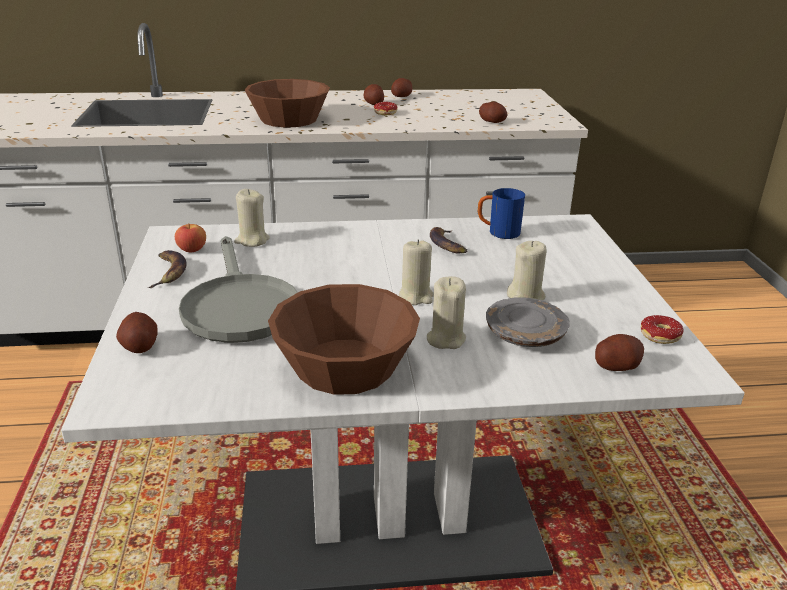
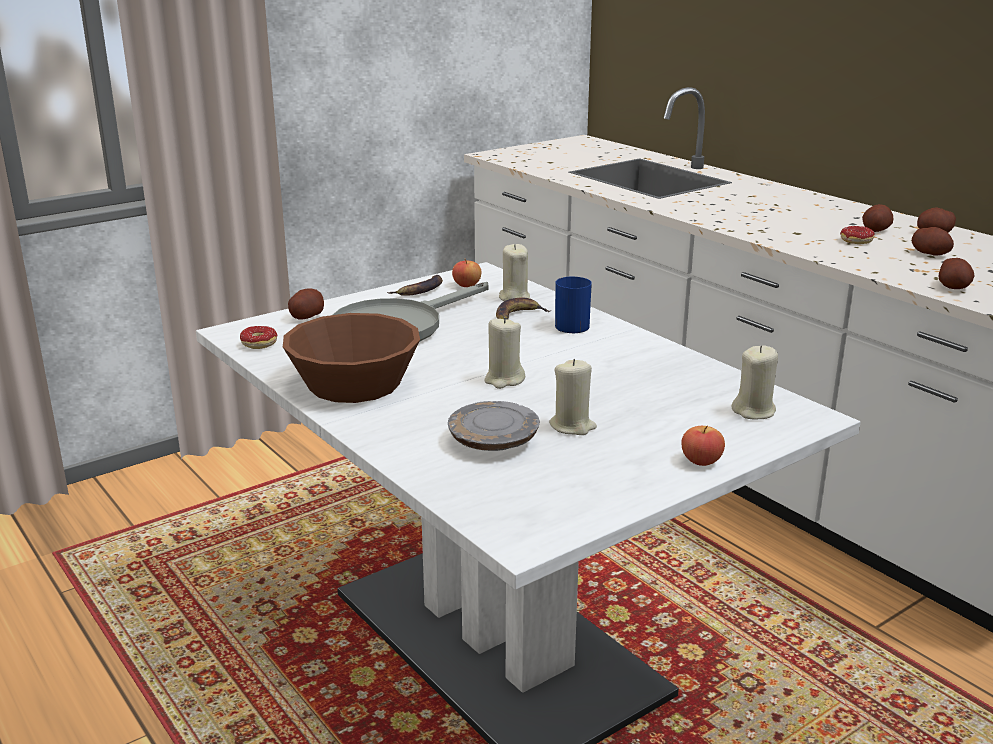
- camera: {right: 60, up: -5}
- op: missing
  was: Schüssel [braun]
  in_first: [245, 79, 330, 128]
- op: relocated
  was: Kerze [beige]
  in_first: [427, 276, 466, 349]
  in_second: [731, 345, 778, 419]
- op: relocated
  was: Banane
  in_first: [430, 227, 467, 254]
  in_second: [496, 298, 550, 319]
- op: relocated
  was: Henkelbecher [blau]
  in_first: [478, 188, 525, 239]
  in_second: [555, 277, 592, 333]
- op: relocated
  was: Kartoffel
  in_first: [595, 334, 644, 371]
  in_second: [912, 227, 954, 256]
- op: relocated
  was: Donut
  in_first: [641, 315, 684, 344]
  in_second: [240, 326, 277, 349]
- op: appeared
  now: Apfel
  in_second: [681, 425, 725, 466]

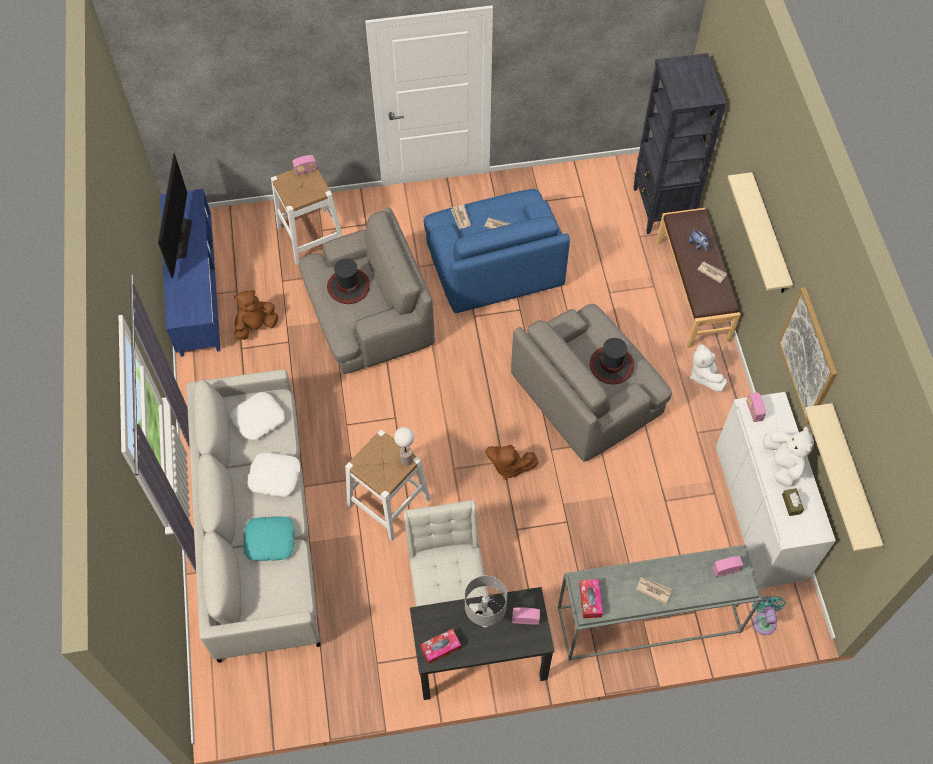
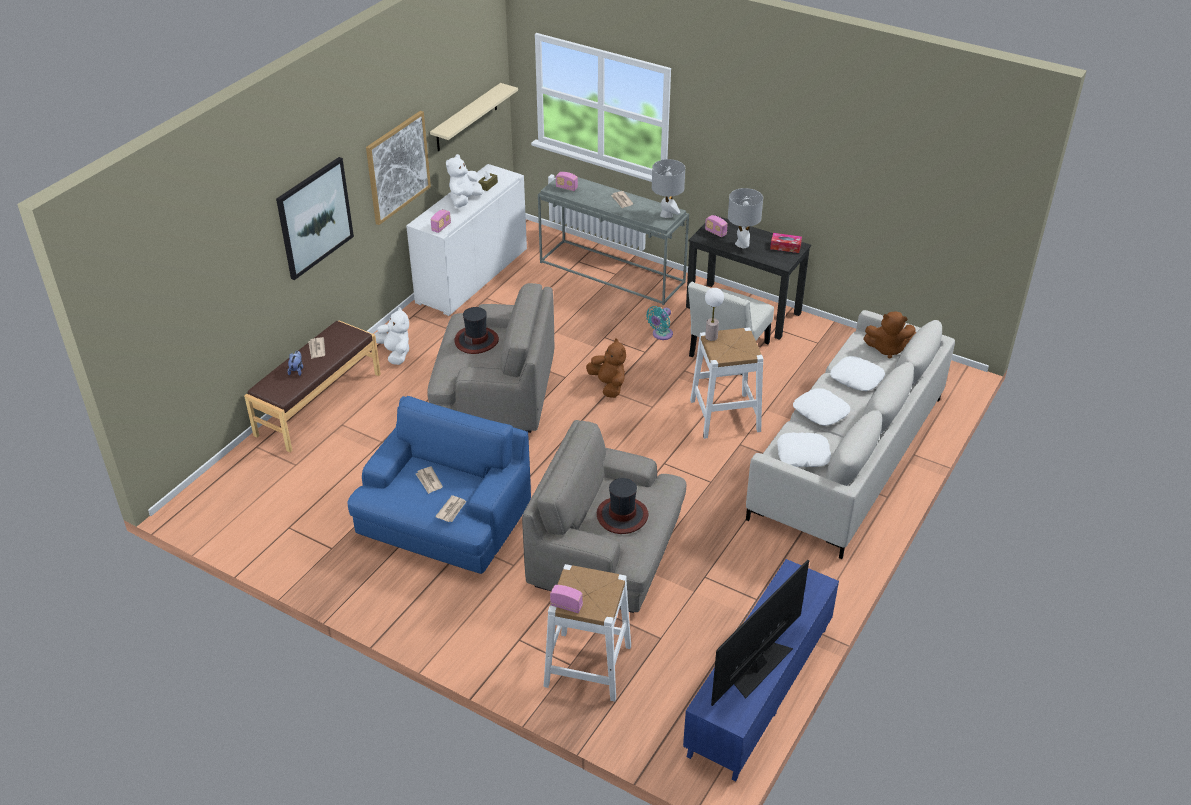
- camera: {right: -140, up: -20}
- op: relocated
  was: Plüschtier [braun]
  in_first: [234, 289, 278, 340]
  in_second: [863, 312, 916, 359]
- op: colour
  was: Kissen [türkis]
  now: Kissen [weiß]
  in_first: [243, 516, 295, 561]
  in_second: [830, 356, 885, 391]
- op: exchanged
  was: Taschentuchbox
  now: Tischlampe [grau]
  in_first: [579, 579, 603, 618]
  in_second: [652, 159, 685, 218]
- op: missing
  was: Bücherregal [schwarz]
  in_first: [634, 53, 726, 234]
- op: spun
  was: Plüschtier [weiß]
  in_first: [690, 344, 727, 392]
  in_second: [374, 307, 409, 365]
  clockwise: -60
- op: exchanged
  was: Wandregal [beige]
  now: Bild
  in_first: [728, 172, 793, 293]
  in_second: [276, 157, 354, 280]
- op: relocated
  was: Ventilator [türkis]
  in_first: [752, 596, 785, 635]
  in_second: [646, 306, 673, 340]

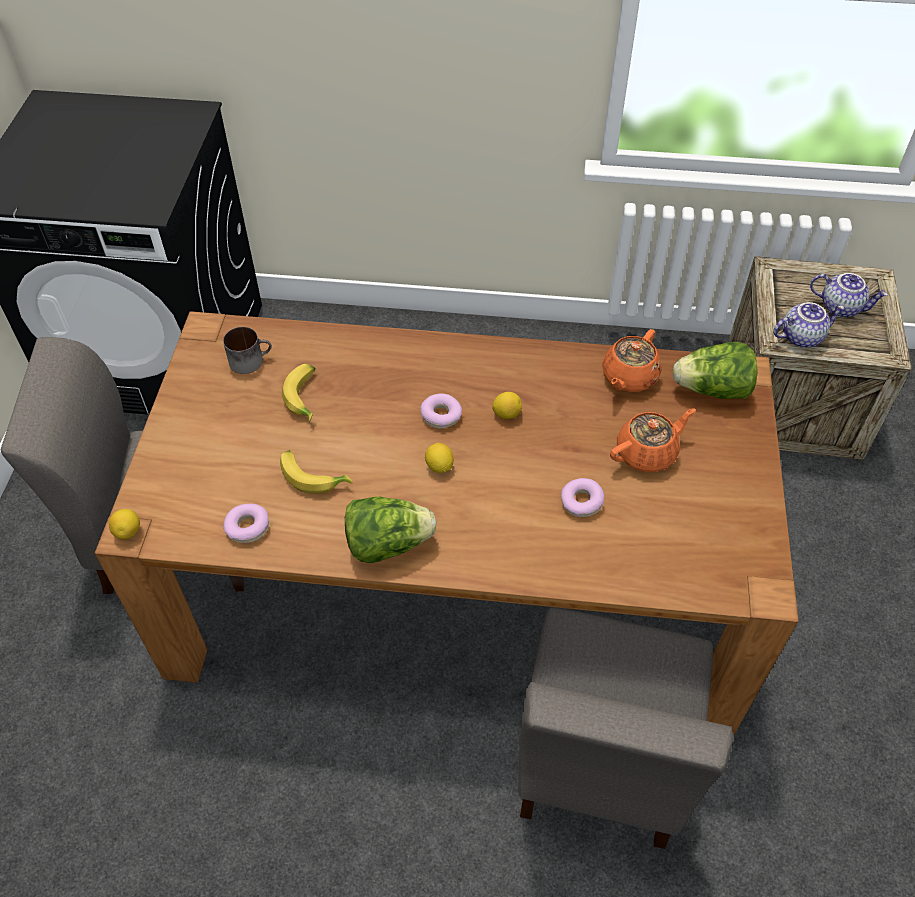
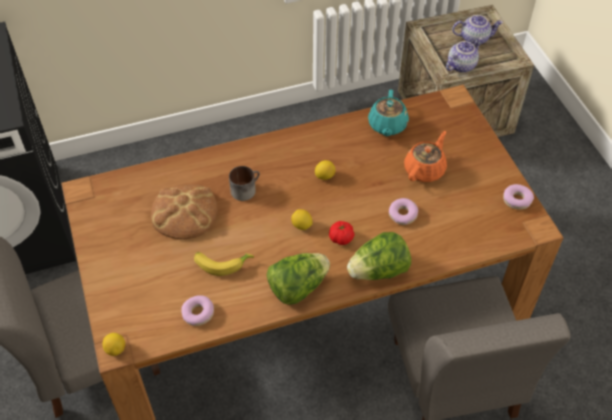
- camera: {right: -25, up: 0}
- op: relocated
  was: Henkelbecher
  in_first: [223, 327, 272, 374]
  in_second: [229, 166, 260, 201]
- op: exchanged
  was: Banane
  now: Brot
  in_first: [282, 364, 316, 422]
  in_second: [151, 184, 217, 239]
- op: relocated
  was: Donut
  in_first: [420, 394, 462, 429]
  in_second: [503, 184, 534, 210]
- op: colour
  was: Teekanne [orange]
  now: Teekanne [türkis]
  in_first: [602, 329, 662, 392]
  in_second: [368, 90, 409, 136]
- op: relocated
  was: Salatkopf
  in_first: [673, 342, 757, 399]
  in_second: [347, 232, 411, 280]
- op: appeared
  now: Tomate
  in_second: [329, 221, 355, 245]

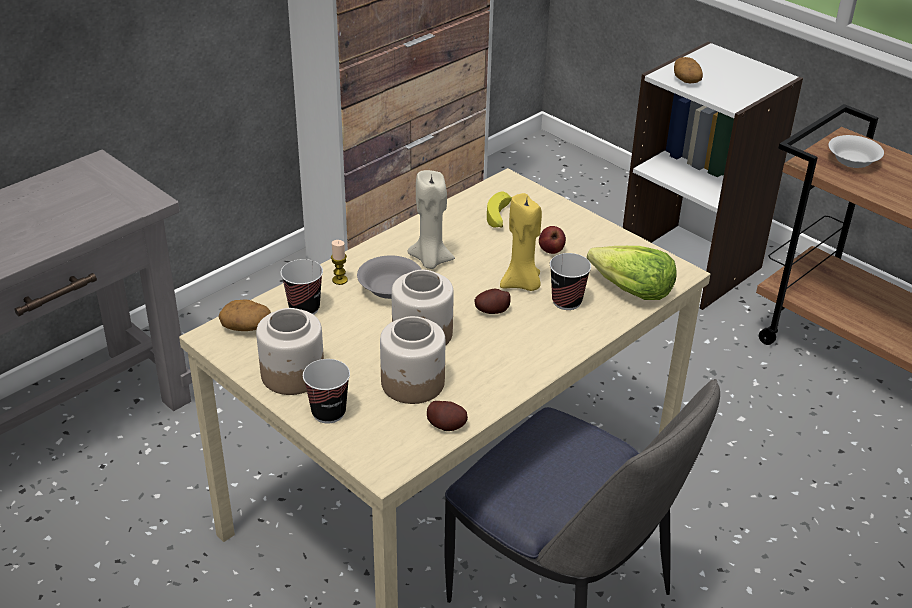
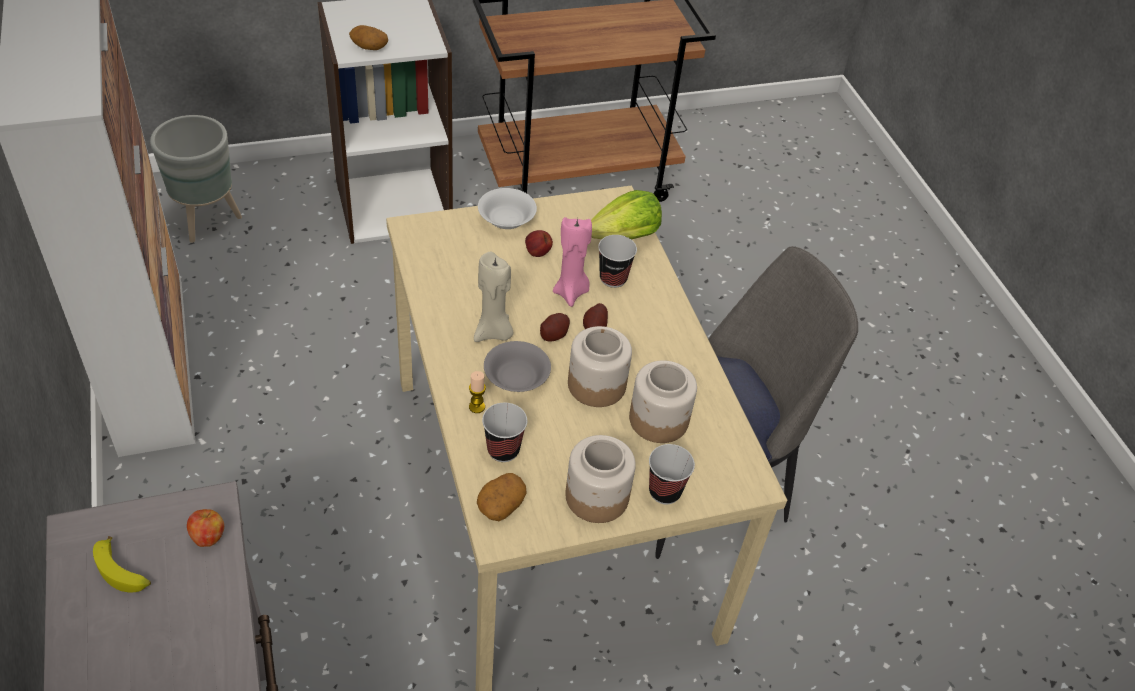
- camera: {right: -65, up: 10}
- op: relocated
  was: Kartoffel
  in_first: [427, 401, 468, 431]
  in_second: [540, 313, 570, 342]
- op: relocated
  was: Banane
  in_first: [487, 192, 512, 228]
  in_second: [93, 536, 151, 592]
- op: colour
  was: Kerze [gelb]
  now: Kerze [rosa]
  in_first: [500, 193, 542, 291]
  in_second: [553, 217, 592, 307]
- op: relocated
  was: Schüssel [weiß]
  in_first: [828, 135, 884, 168]
  in_second: [478, 188, 537, 229]
- op: appeared
  now: Pflanzkübel [grau]
  in_second: [150, 115, 242, 243]
- op: appeared
  now: Apfel
  in_second: [187, 509, 224, 547]

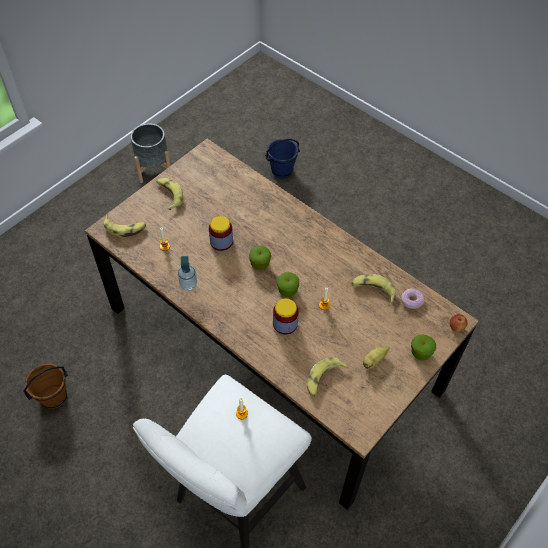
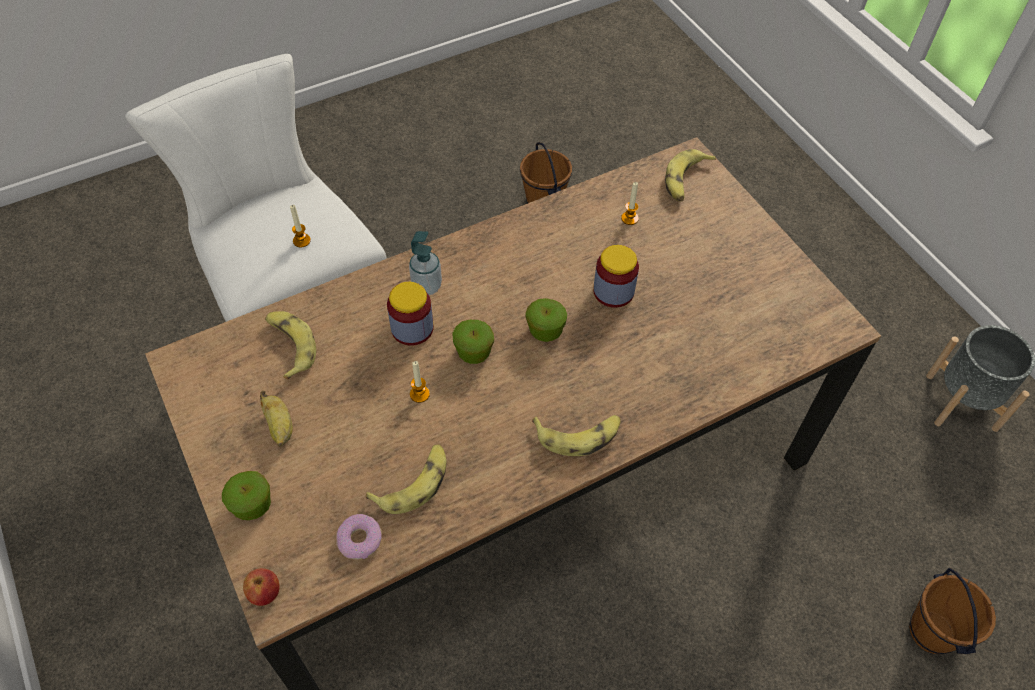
- camera: {right: 110, up: 0}
- op: relocated
  was: Banane
  in_first: [156, 178, 183, 210]
  in_second: [532, 415, 621, 456]
- op: relocated
  was: Seifenspender
  in_first: [178, 256, 197, 291]
  in_second: [409, 231, 442, 295]
- op: colour
  was: Eimer [blau]
  now: Eimer [braun]
  in_first: [265, 139, 300, 178]
  in_second: [909, 568, 996, 654]

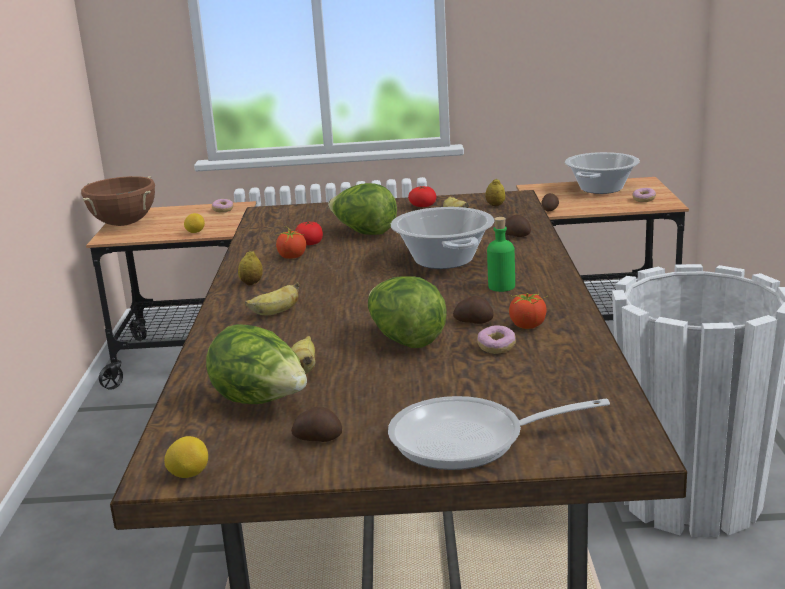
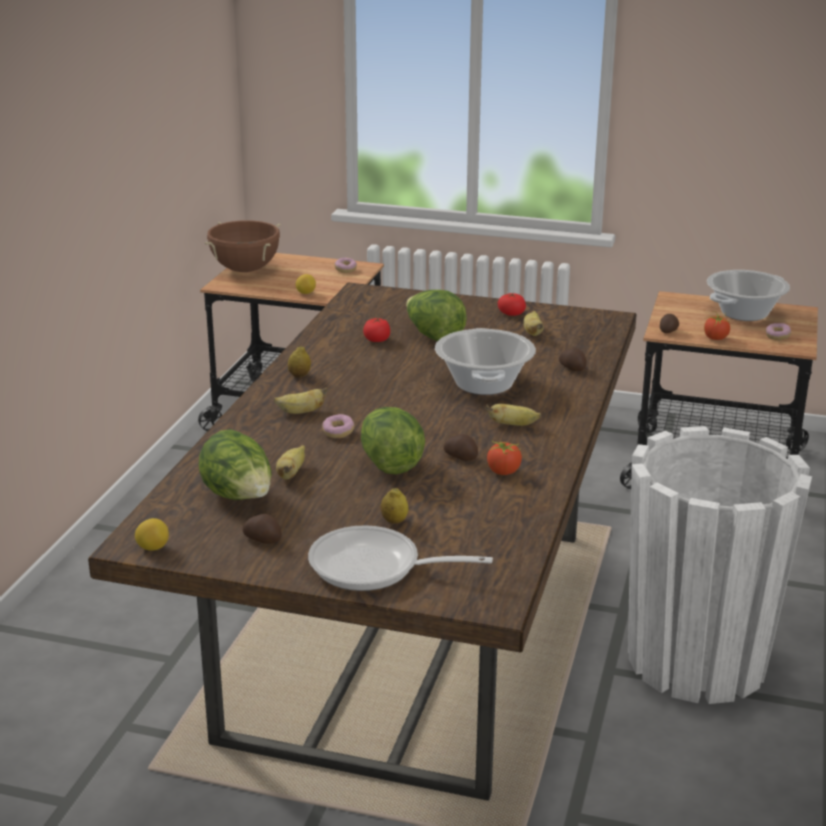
- camera: {right: 15, up: 5}
- op: relocated
  was: Tomate
  in_first: [274, 227, 306, 259]
  in_second: [704, 311, 730, 340]
- op: relocated
  was: Donut
  in_first: [477, 325, 516, 354]
  in_second: [322, 414, 354, 438]
- op: relocated
  was: Zitrone
  in_first: [485, 178, 505, 206]
  in_second: [381, 488, 408, 524]
- op: exchanged
  was: Flasche [grün]
  now: Banane
  in_first: [487, 217, 515, 292]
  in_second: [486, 404, 541, 426]

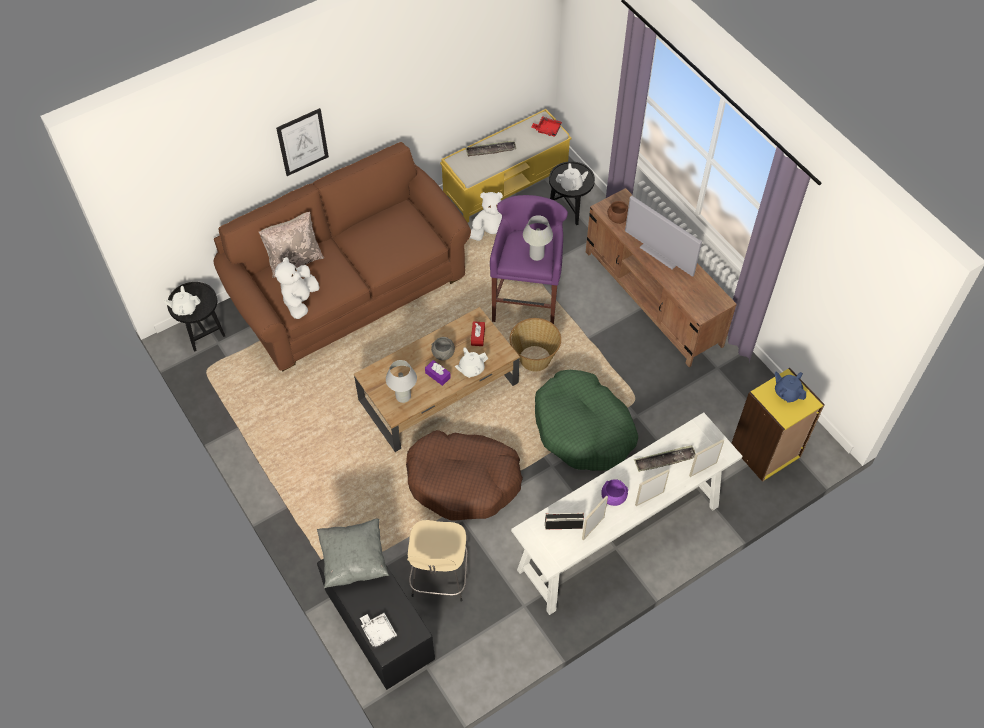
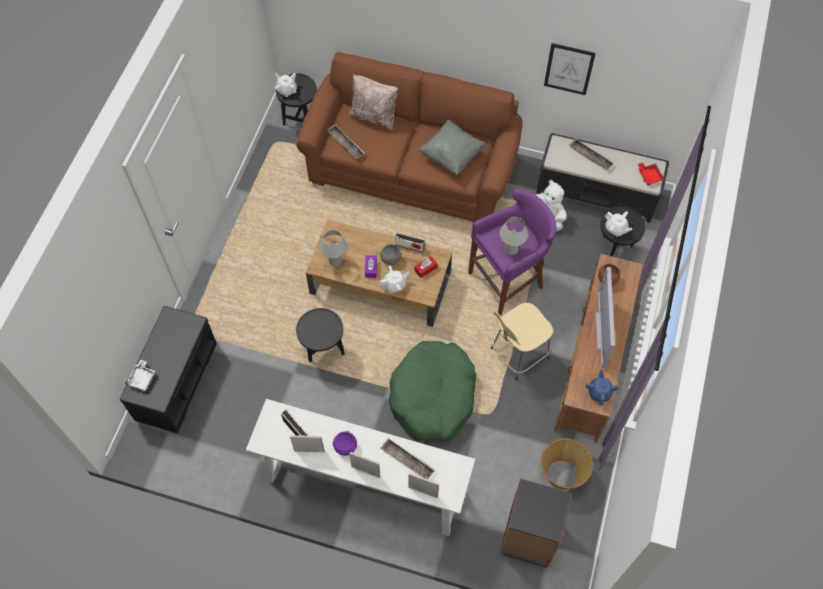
- camera: {right: 50, up: 5}
- op: exchanged
  was: Plüschtier [weiß]
  now: Tablett
  in_first: [275, 257, 320, 319]
  in_second: [327, 125, 365, 159]
- op: relocated
  was: Bild
  in_first: [276, 108, 329, 176]
  in_second: [544, 43, 596, 95]
- op: relocated
  was: Kissen [grau]
  in_first: [317, 519, 389, 588]
  in_second: [418, 119, 486, 175]
- op: exchanged
  was: Hundebett [braun]
  now: Beistelltisch [schwarz]
  in_first: [406, 430, 523, 521]
  in_second: [296, 308, 345, 363]
- op: relocated
  was: Hocker [beige]
  in_first: [407, 520, 468, 602]
  in_second: [491, 303, 553, 380]
- op: colour
  was: Bank [gelb]
  now: Bank [schwarz]
  in_first: [440, 109, 571, 223]
  in_second: [536, 133, 669, 223]
- op: spun
  was: Teekanne [weiß]
  in_first: [455, 347, 488, 378]
  in_second: [379, 265, 410, 293]
  clockwise: 135
- op: relocated
  was: Korb
  in_first: [510, 318, 561, 371]
  in_second: [541, 439, 593, 490]
- op: colour
  was: Bücherregal [gelb]
  now: Bücherregal [schwarz]
  in_first: [731, 368, 825, 482]
  in_second: [499, 479, 572, 568]
- op: relocated
  was: Teekanne [blau]
  in_first: [775, 372, 806, 403]
  in_second: [586, 370, 619, 405]
- op: appeared
  now: Radio
  in_second: [395, 233, 425, 253]

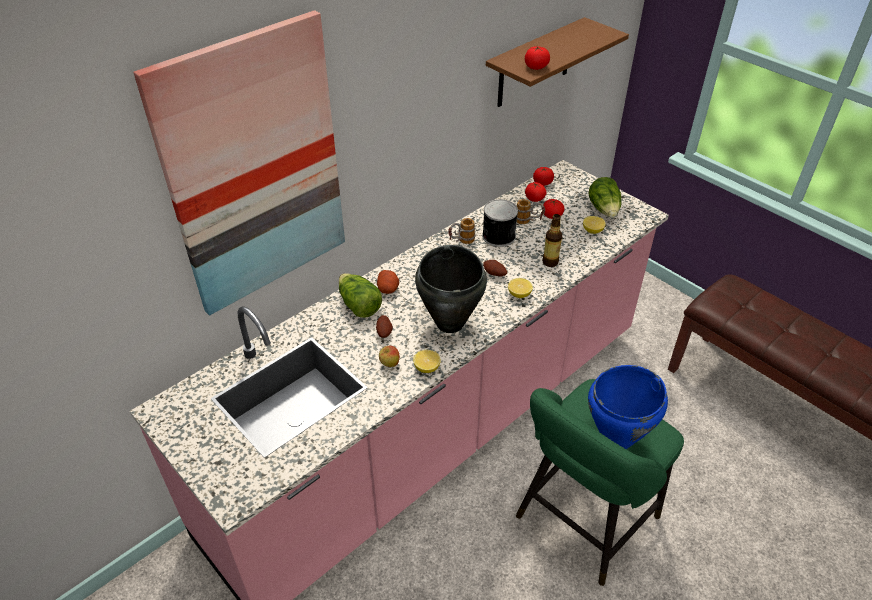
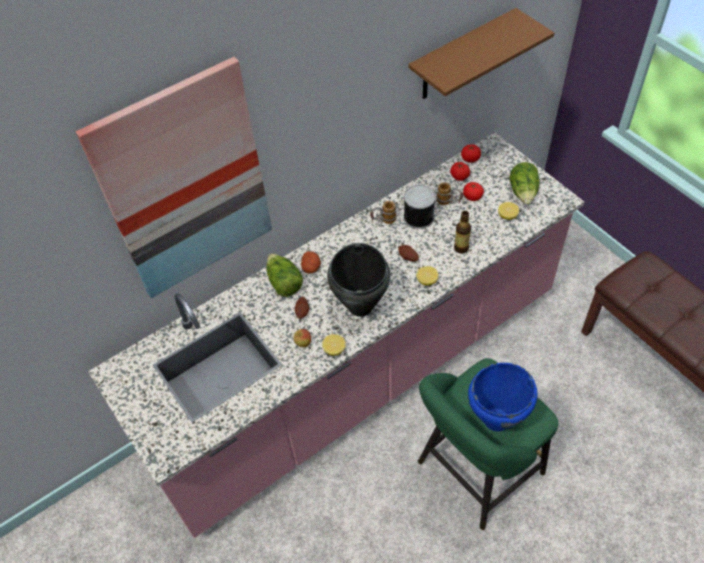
- camera: {right: 10, up: 10}
- op: missing
  was: Tomate
  in_first: [525, 46, 550, 70]

